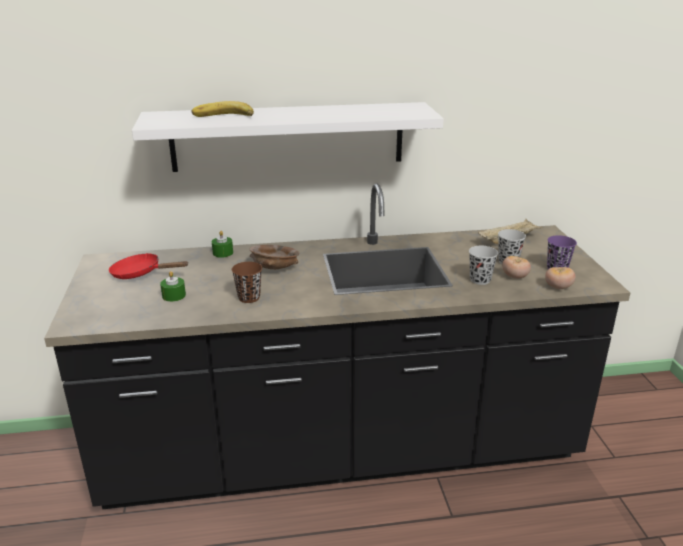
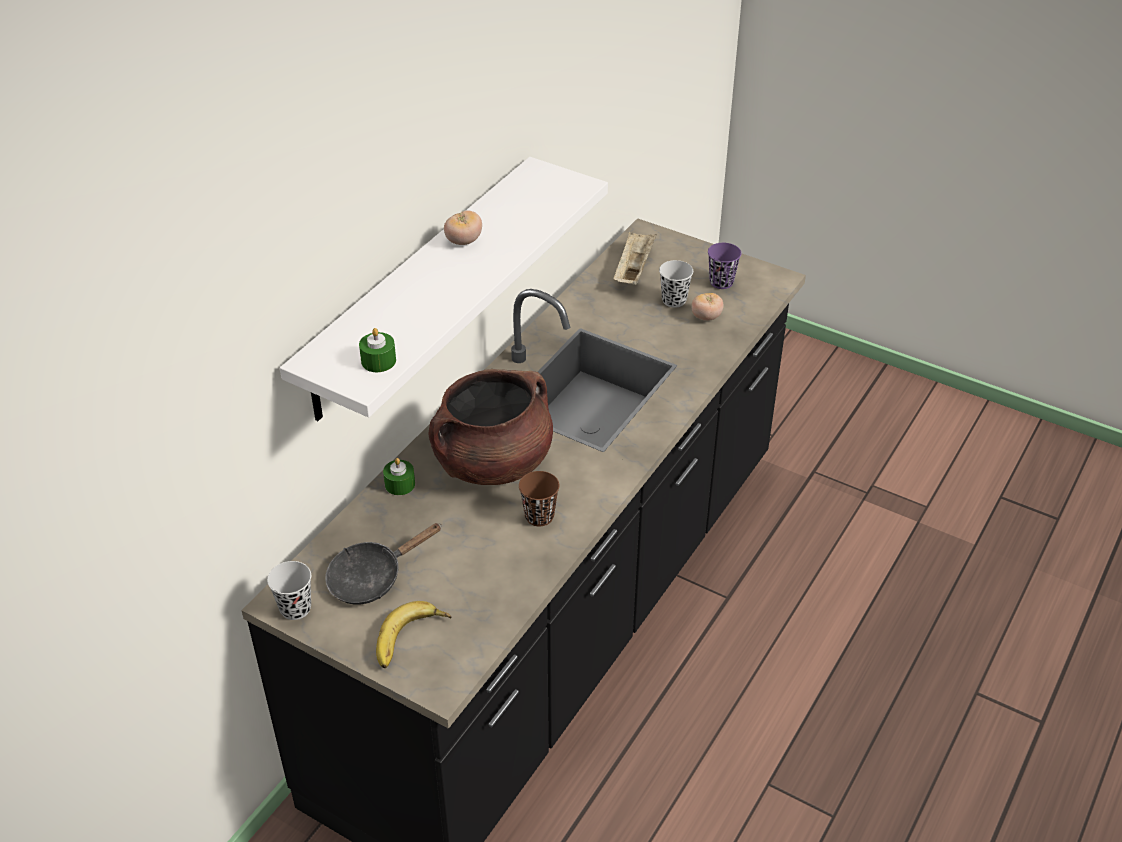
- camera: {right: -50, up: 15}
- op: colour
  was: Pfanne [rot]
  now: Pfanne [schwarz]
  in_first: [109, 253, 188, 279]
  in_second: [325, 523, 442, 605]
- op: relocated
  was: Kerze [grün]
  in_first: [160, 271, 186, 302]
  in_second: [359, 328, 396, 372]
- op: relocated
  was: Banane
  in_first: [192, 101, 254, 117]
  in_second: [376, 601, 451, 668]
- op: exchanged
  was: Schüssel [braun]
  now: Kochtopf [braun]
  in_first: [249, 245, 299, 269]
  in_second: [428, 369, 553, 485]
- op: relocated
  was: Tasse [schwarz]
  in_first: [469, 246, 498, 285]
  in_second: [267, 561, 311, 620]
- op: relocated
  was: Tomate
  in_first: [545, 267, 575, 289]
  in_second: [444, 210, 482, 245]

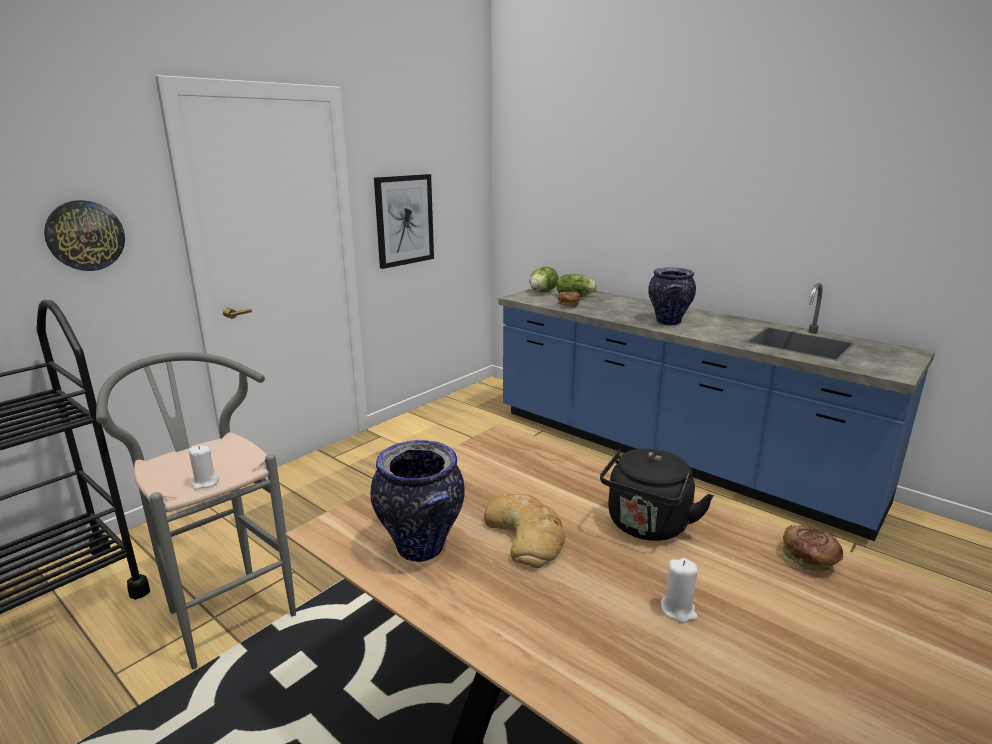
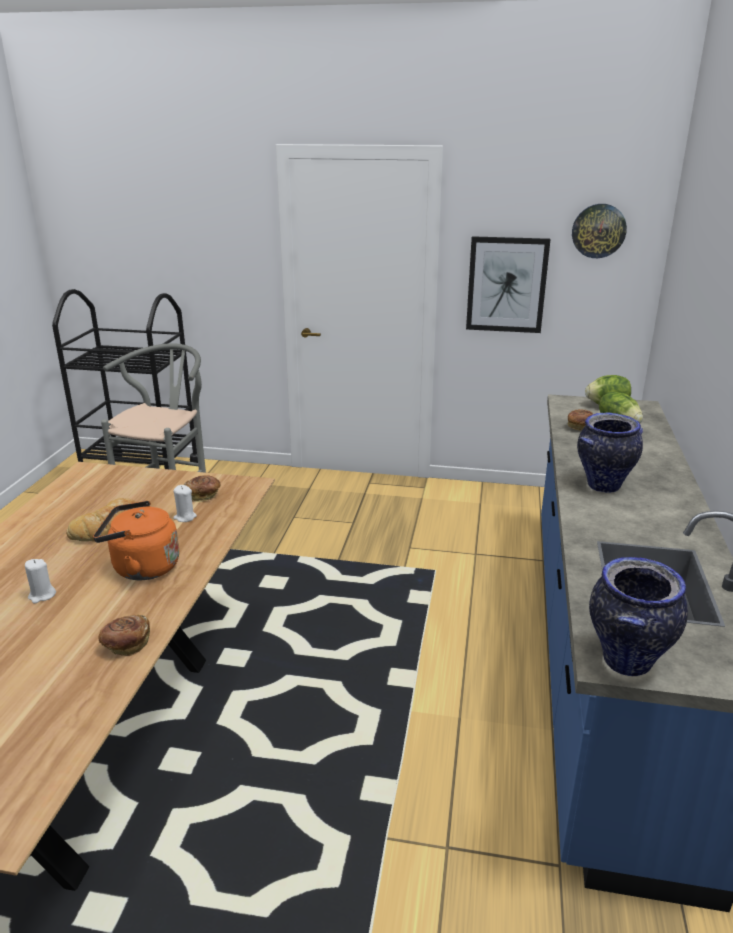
- camera: {right: 60, up: 5}
- op: relocated
  was: Wanduhr
  in_first: [44, 200, 125, 271]
  in_second: [572, 204, 627, 258]
- op: relocated
  was: Kerze [weiß]
  in_first: [189, 446, 219, 490]
  in_second: [173, 485, 197, 522]
- op: relocated
  was: Vase
  in_first: [371, 440, 465, 562]
  in_second: [589, 557, 688, 676]
- op: colour
  was: Wasserkessel [schwarz]
  now: Wasserkessel [orange]
  in_first: [600, 449, 714, 541]
  in_second: [93, 501, 179, 580]
- op: appeared
  now: Brot
  in_second: [183, 475, 221, 502]

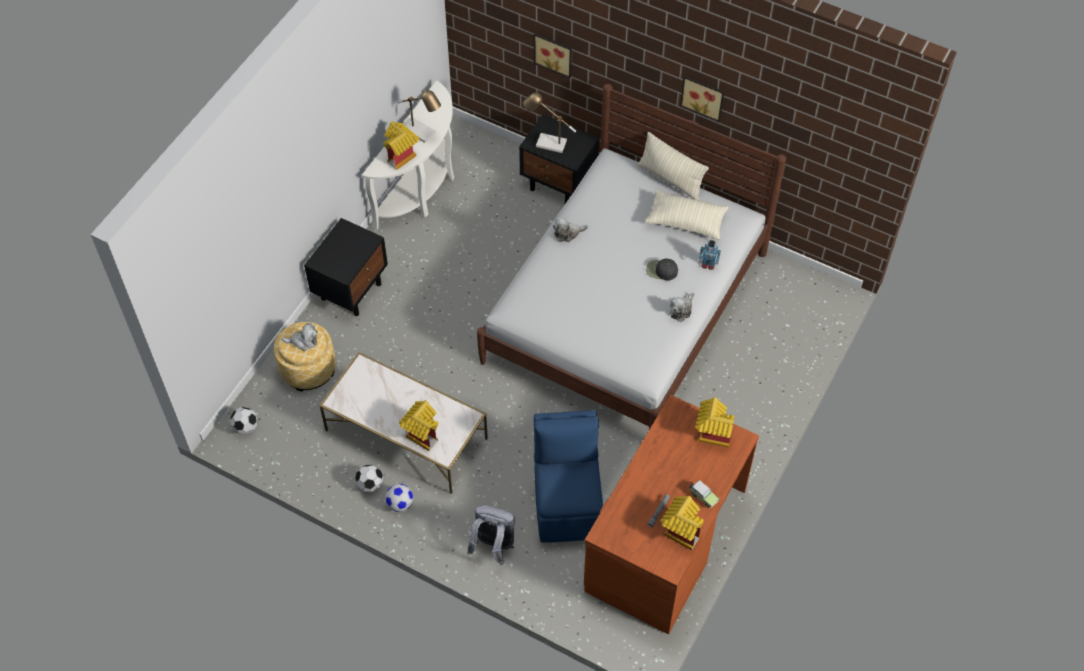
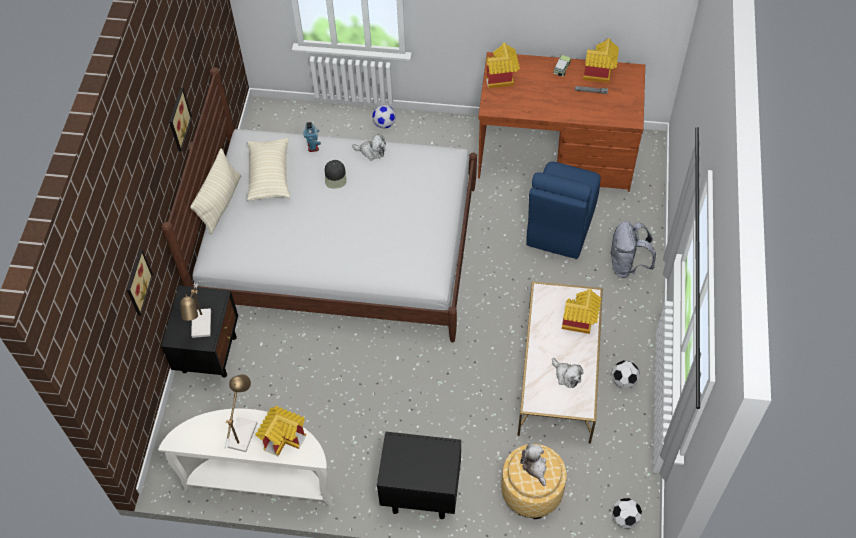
- camera: {right: -110, up: 0}
- op: relocated
  was: Fußball
  in_first: [385, 484, 413, 512]
  in_second: [372, 105, 396, 128]
- op: spun
  was: Stuhl [blau]
  in_first: [534, 410, 603, 543]
  in_second: [526, 162, 601, 259]
  clockwise: -45
- op: relocated
  was: Plüschtier
  in_first: [553, 216, 588, 242]
  in_second: [552, 358, 584, 388]

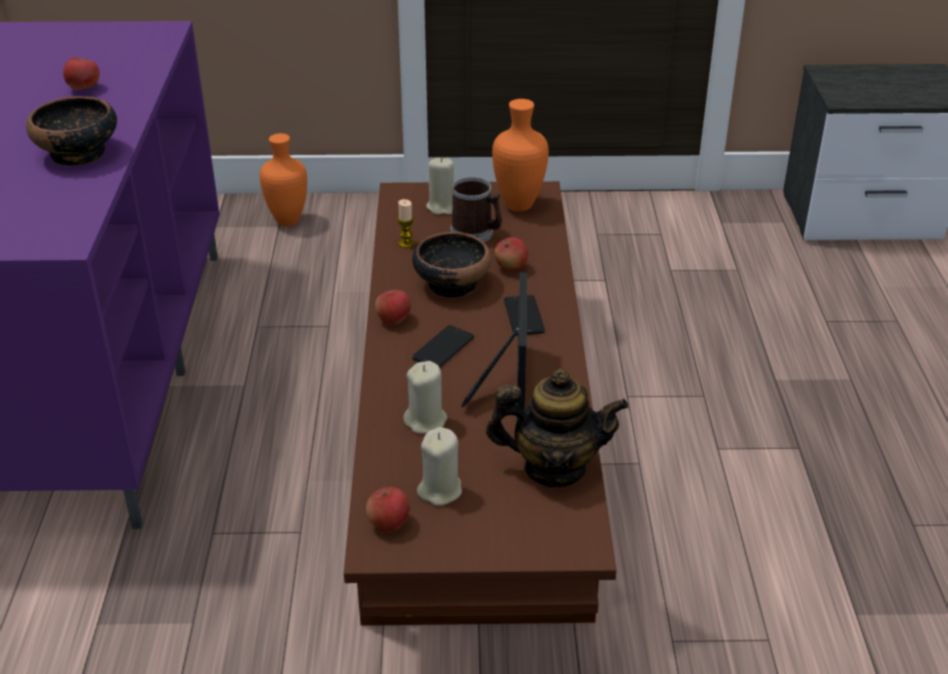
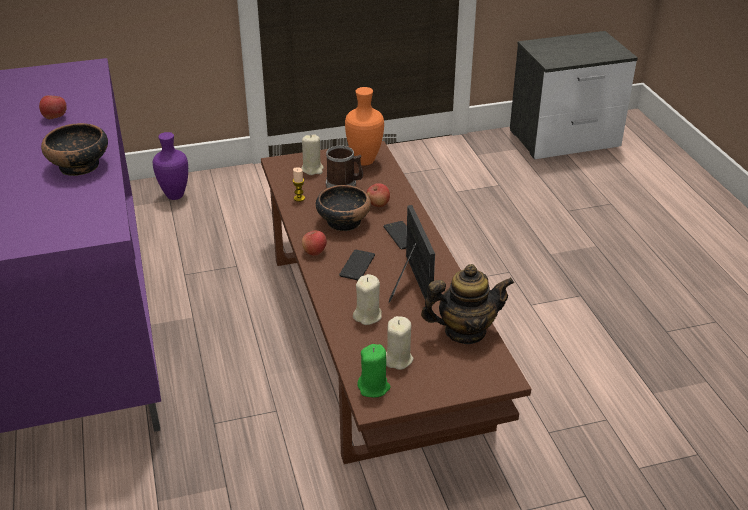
- camera: {right: -15, up: 0}
- op: colour
  was: Vase [orange]
  now: Vase [lila]
  in_first: [260, 133, 307, 227]
  in_second: [153, 132, 188, 200]
- op: exchanged
  was: Apfel
  now: Kerze [grün]
  in_first: [366, 487, 410, 532]
  in_second: [357, 344, 391, 397]

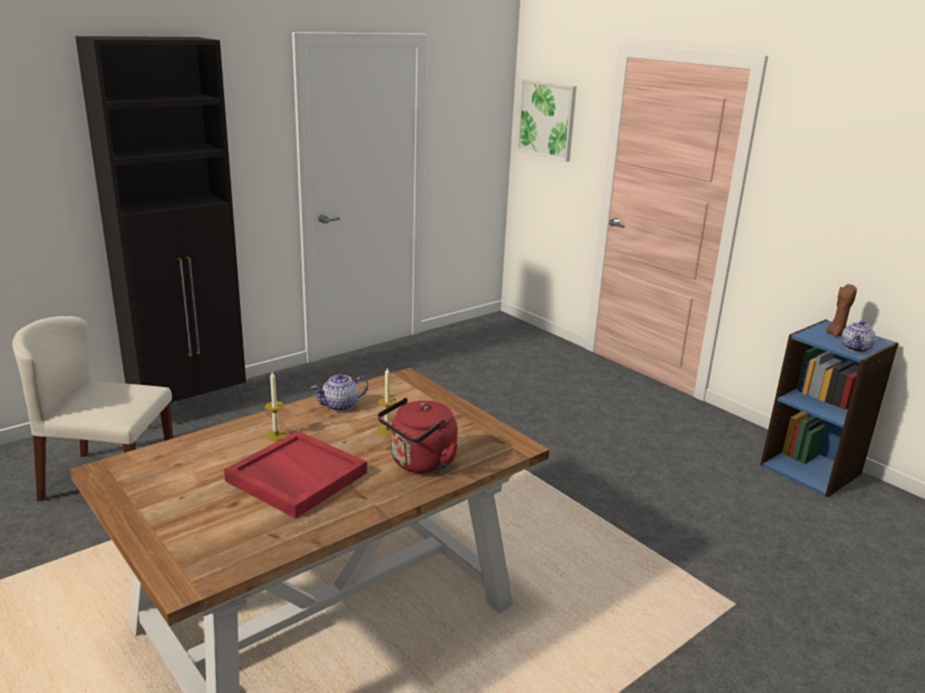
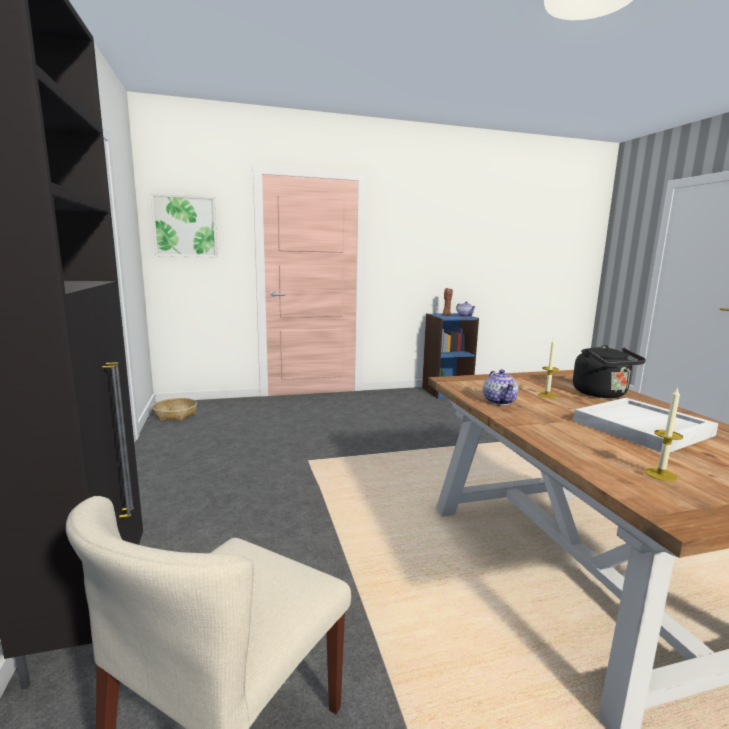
- camera: {right: -65, up: -10}
- op: colour
  was: Tablett [rot]
  now: Tablett [weiß]
  in_first: [224, 431, 367, 519]
  in_second: [573, 398, 719, 452]
- op: relocated
  was: Kerze
  in_first: [265, 372, 287, 441]
  in_second: [645, 387, 683, 482]
- op: colour
  was: Wasserkessel [rot]
  now: Wasserkessel [schwarz]
  in_first: [378, 398, 458, 474]
  in_second: [573, 345, 646, 398]
- op: appeared
  now: Korb
  in_second: [152, 398, 197, 421]

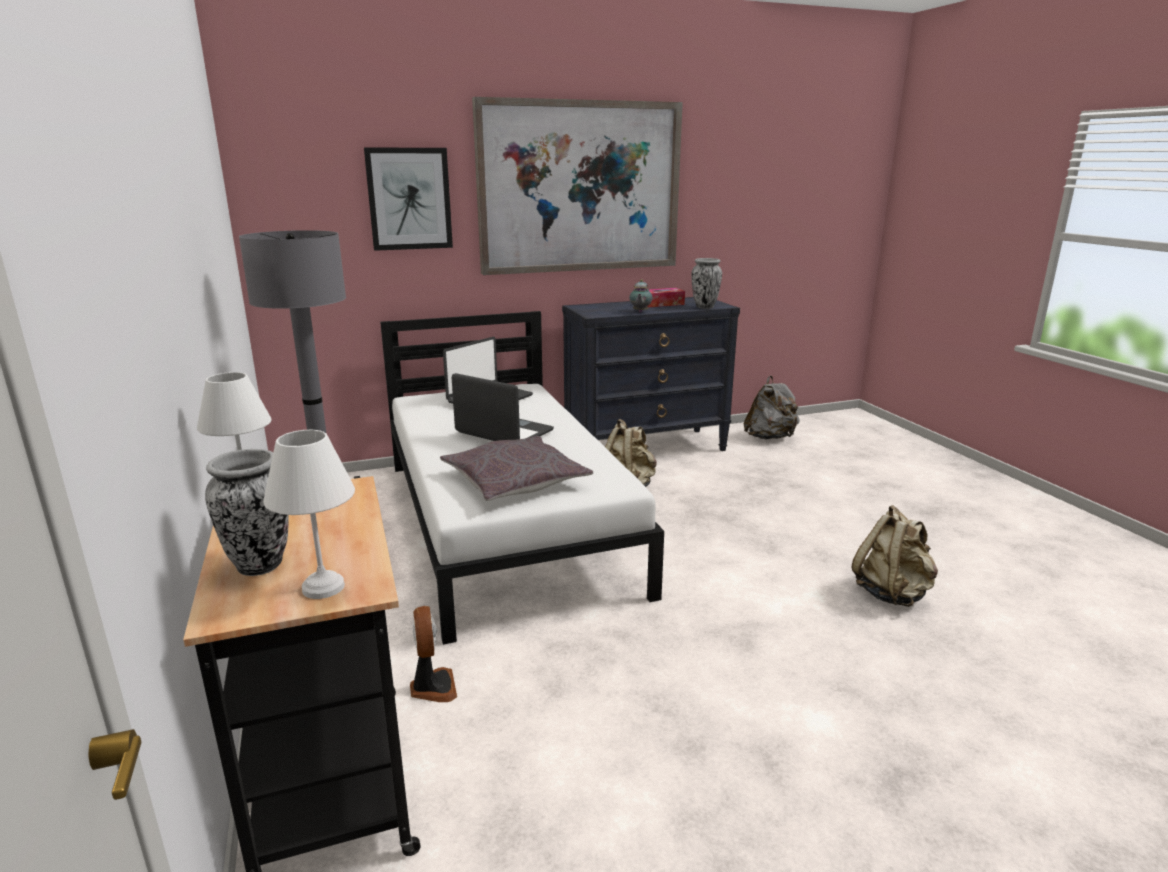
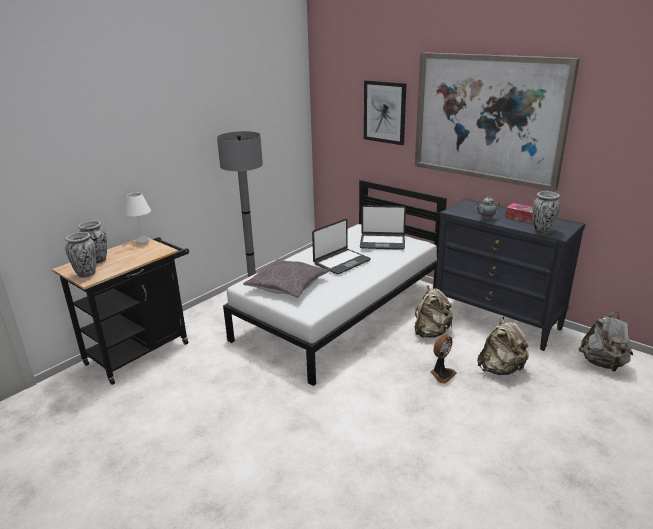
- camera: {right: 60, up: 5}
- op: exchanged
  was: Tischlampe [weiß]
  now: Vase
  in_first: [263, 430, 355, 599]
  in_second: [65, 232, 97, 278]
- op: relocated
  was: Ventilator
  in_first: [410, 606, 457, 702]
  in_second: [431, 334, 457, 384]
- op: spun
  was: Laptop
  in_first: [452, 373, 554, 441]
  in_second: [312, 219, 371, 274]
  clockwise: 45
- op: relocated
  was: Rucksack [beige]
  in_first: [852, 505, 938, 607]
  in_second: [477, 316, 529, 375]

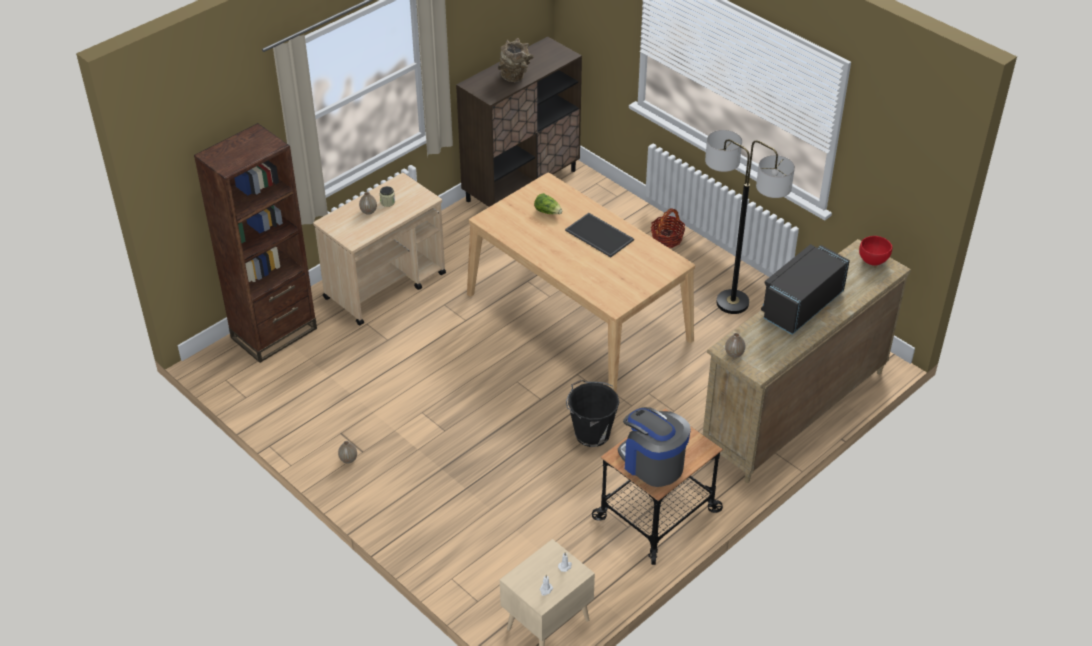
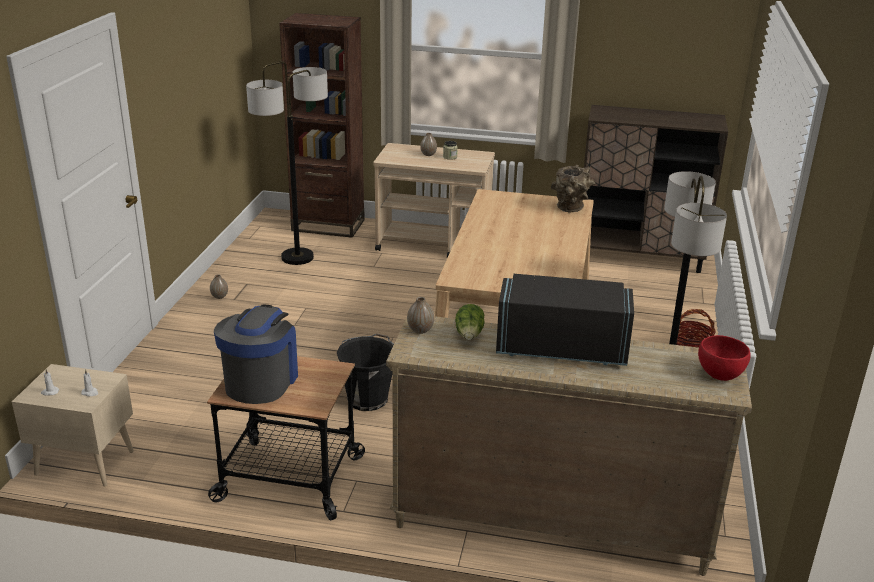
- camera: {right: 55, up: -15}
- op: relocated
  was: Vase [braun]
  in_first: [498, 38, 534, 82]
  in_second: [551, 165, 596, 212]
- op: relocated
  was: Salatkopf
  in_first: [534, 193, 562, 214]
  in_second: [455, 304, 484, 340]
- op: missing
  was: Tablett
  in_first: [565, 213, 634, 257]
- op: appeared
  now: Stehlampe
  in_second: [246, 61, 328, 265]

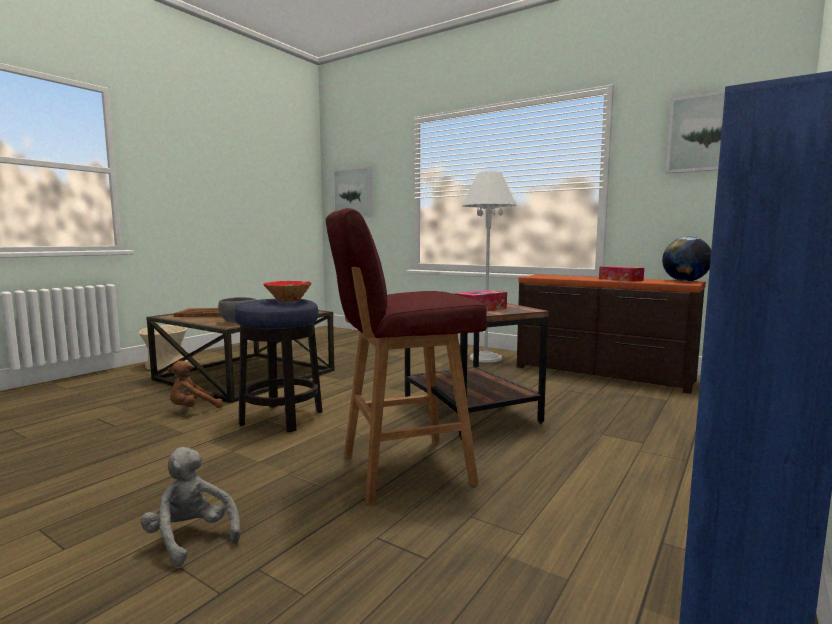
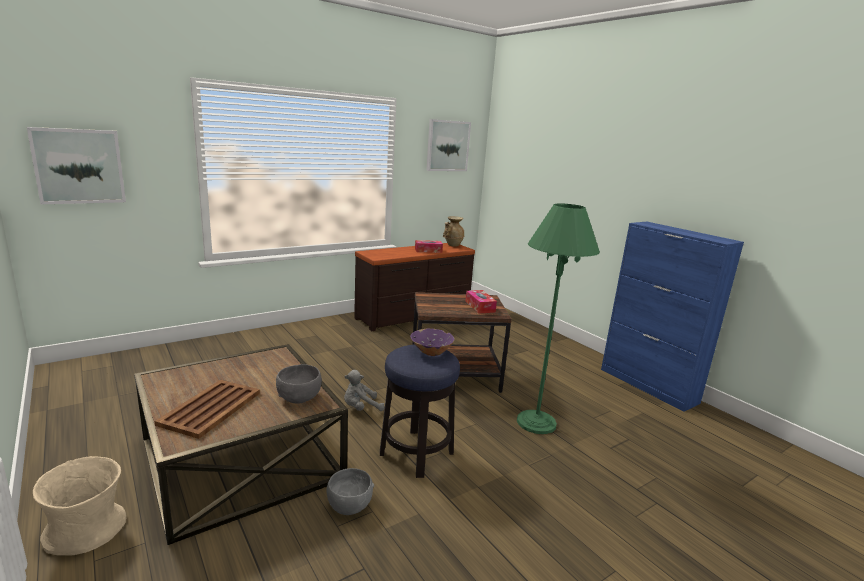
- camera: {right: -70, up: 10}
- op: relocated
  was: Plüschtier [grau]
  in_first: [140, 447, 240, 567]
  in_second: [344, 370, 385, 411]
- op: exchanged
  was: Plüschtier [braun]
  now: Schüssel [grau]
  in_first: [168, 361, 223, 408]
  in_second: [327, 468, 374, 515]
- op: colour
  was: Schüssel [rot]
  now: Schüssel [lila]
  in_first: [263, 281, 312, 302]
  in_second: [410, 329, 455, 356]
- op: exchanged
  was: Hocker [rot]
  now: Stehlampe [grün]
  in_first: [326, 208, 487, 504]
  in_second: [517, 203, 600, 434]
- op: missing
  was: Stehlampe [weiß]
  in_first: [462, 171, 516, 363]
- op: exchanged
  was: Globus
  now: Vase [beige]
  in_first: [662, 236, 711, 282]
  in_second: [443, 216, 465, 247]

